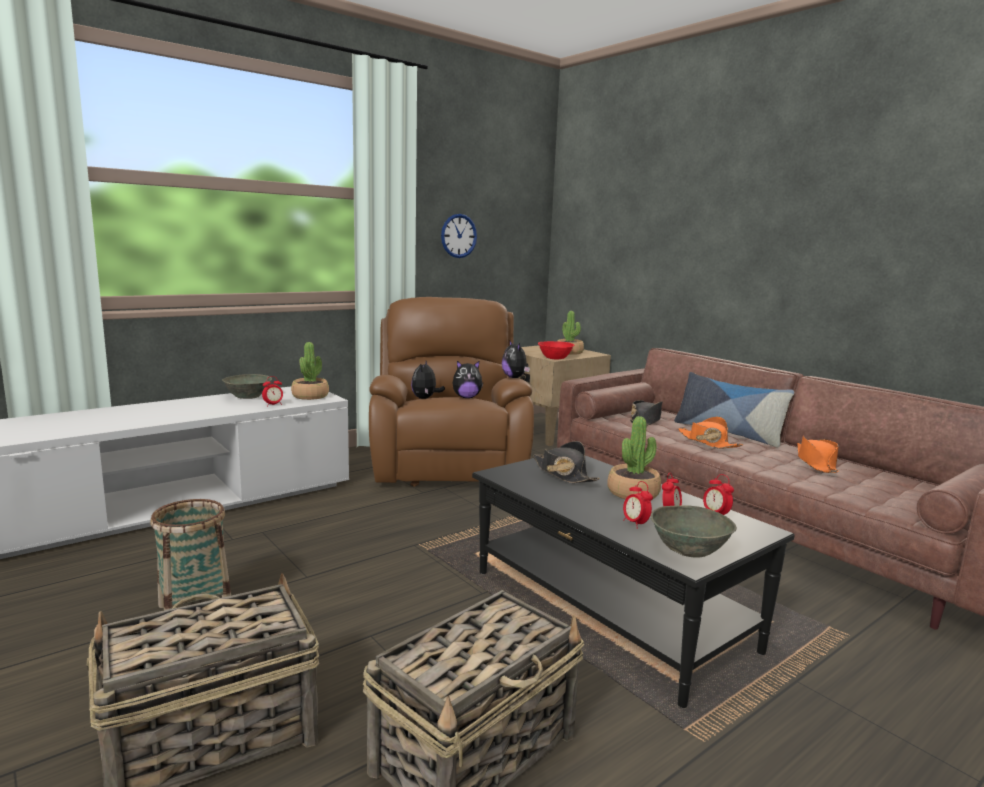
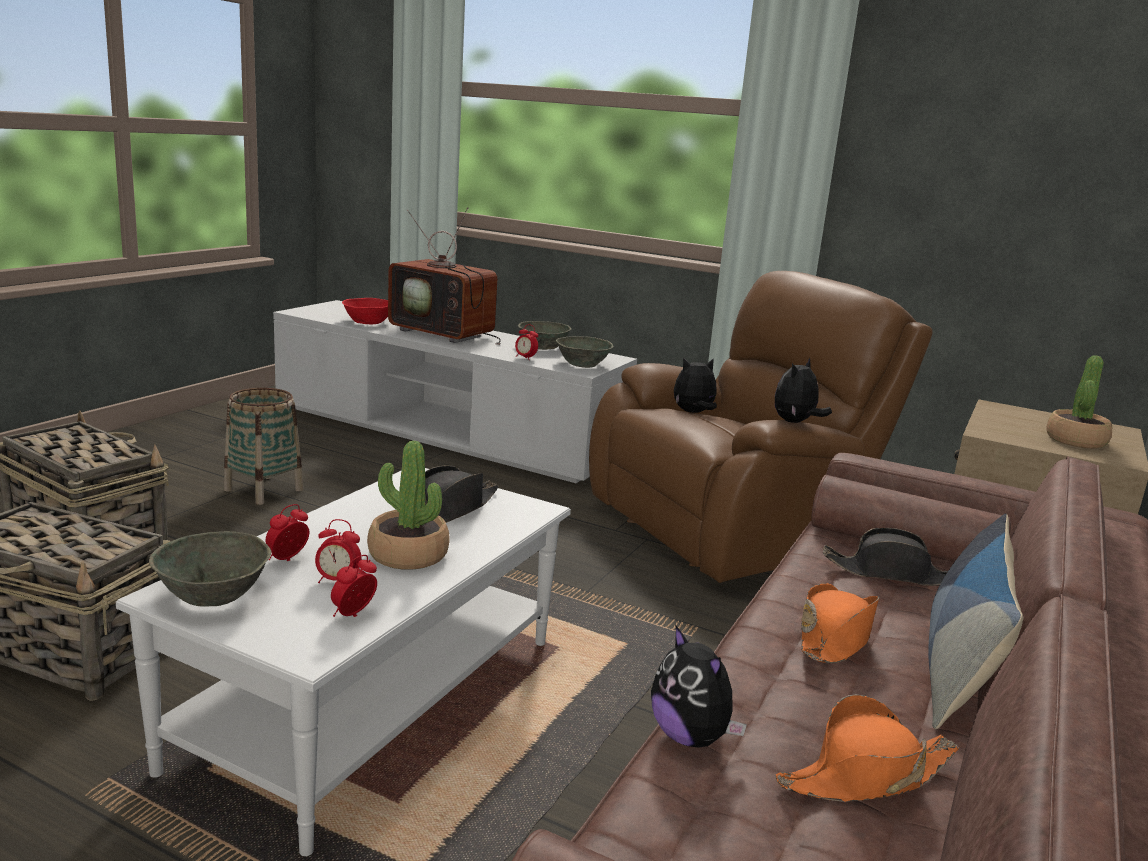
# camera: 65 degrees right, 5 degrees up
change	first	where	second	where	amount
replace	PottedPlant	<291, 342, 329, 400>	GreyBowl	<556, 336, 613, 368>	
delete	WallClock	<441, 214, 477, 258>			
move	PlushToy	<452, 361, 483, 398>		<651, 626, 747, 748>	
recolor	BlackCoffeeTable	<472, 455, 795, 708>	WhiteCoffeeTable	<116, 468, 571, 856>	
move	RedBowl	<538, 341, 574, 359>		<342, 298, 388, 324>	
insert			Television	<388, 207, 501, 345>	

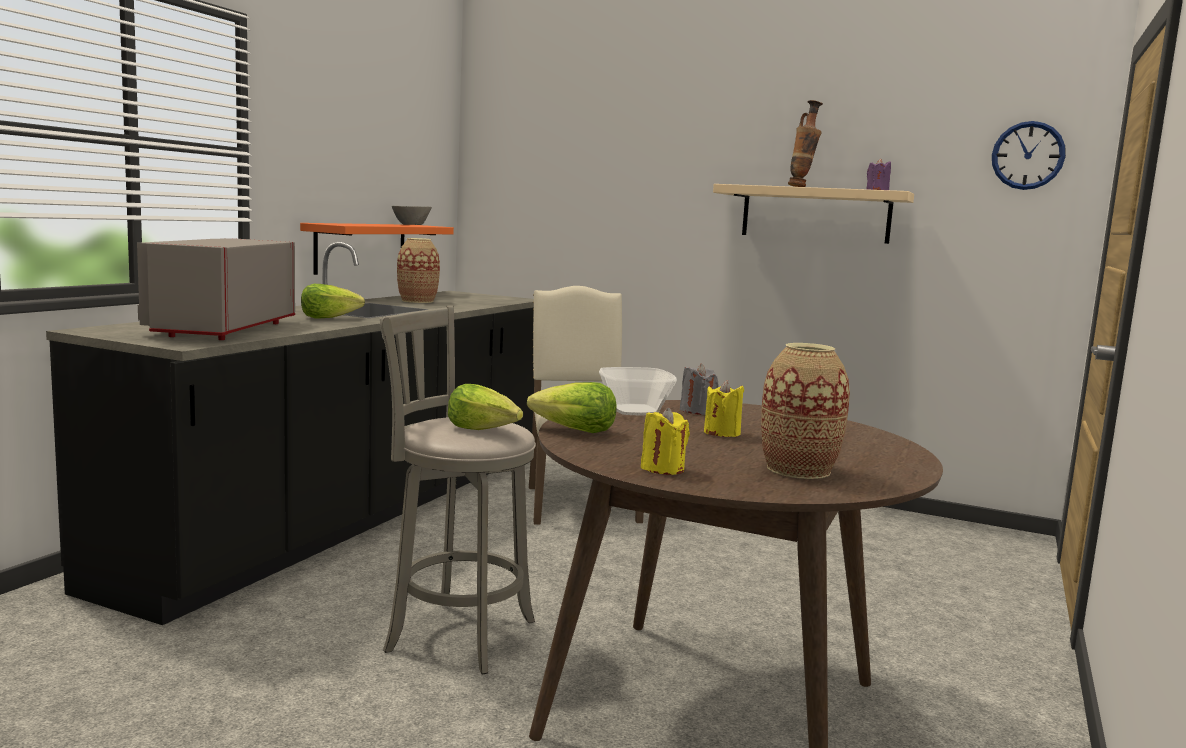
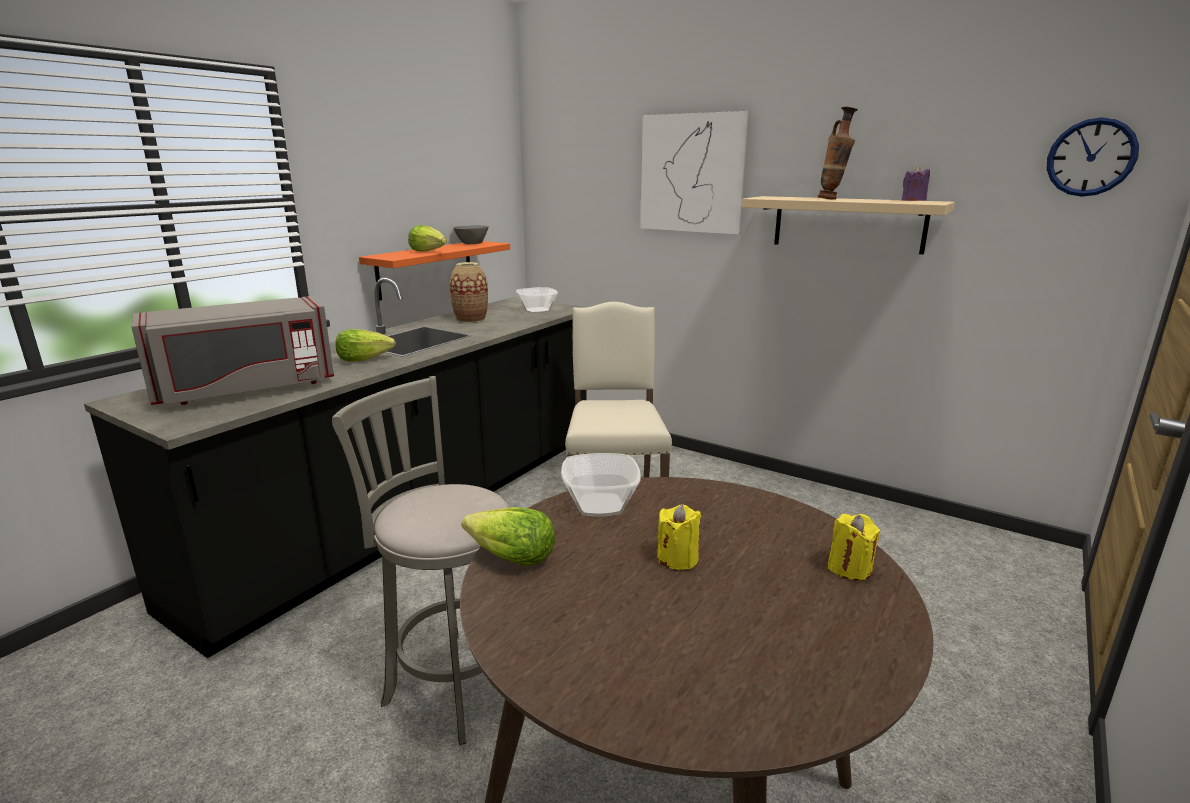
# camera: 10 degrees right, 10 degrees up
change	first	where	second	where	amount
rotate	GreyMicrowave	<137, 238, 295, 340>		<131, 296, 334, 405>	135 degrees counterclockwise
move	Lettuce	<448, 384, 523, 430>		<408, 225, 447, 252>	
move	YellowCandle	<641, 407, 690, 475>		<828, 514, 880, 581>	
delete	GreyCandle	<680, 363, 718, 415>			
delete	Vase	<761, 343, 850, 479>			
insert			Bowl	<516, 287, 558, 313>	
insert			Picture	<640, 111, 751, 235>	

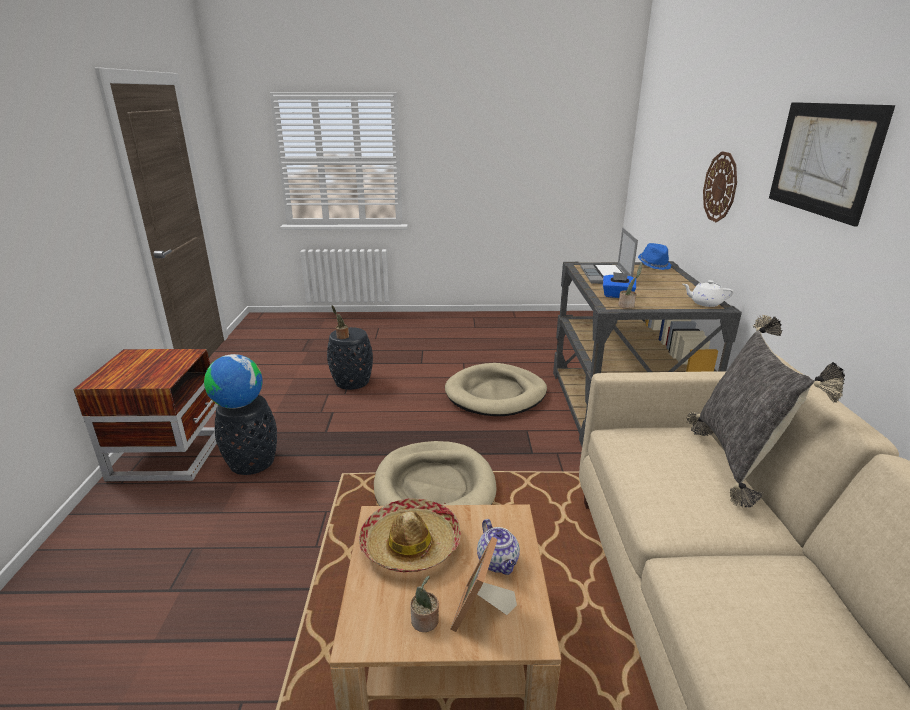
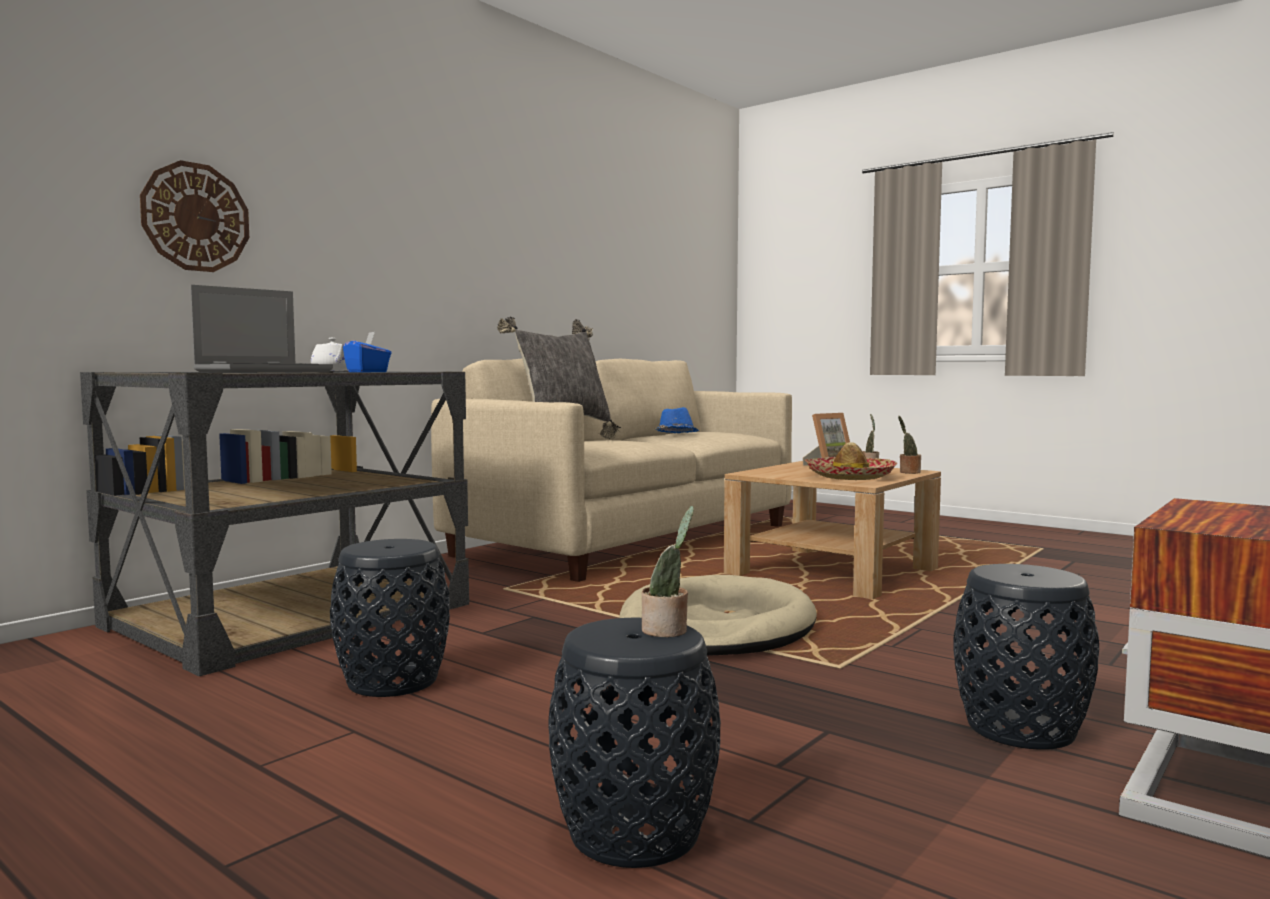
# camera: 140 degrees left, 20 degrees down
change	first	where	second	where	amount
delete	Globe	<204, 354, 262, 409>			
replace	BeigeDogBed	<445, 363, 547, 416>	BlackStool	<330, 539, 450, 697>	
delete	Teapot	<477, 519, 520, 575>			
move	PottedPlant	<618, 263, 642, 309>		<898, 416, 921, 474>	
move	BlueHat	<638, 243, 672, 270>		<655, 407, 698, 433>	
delete	Picture	<769, 102, 895, 227>			

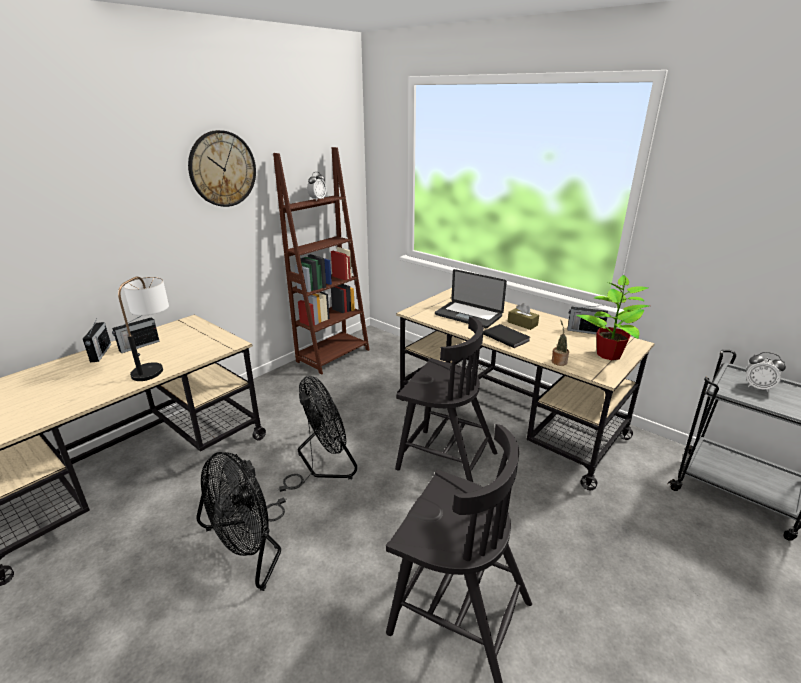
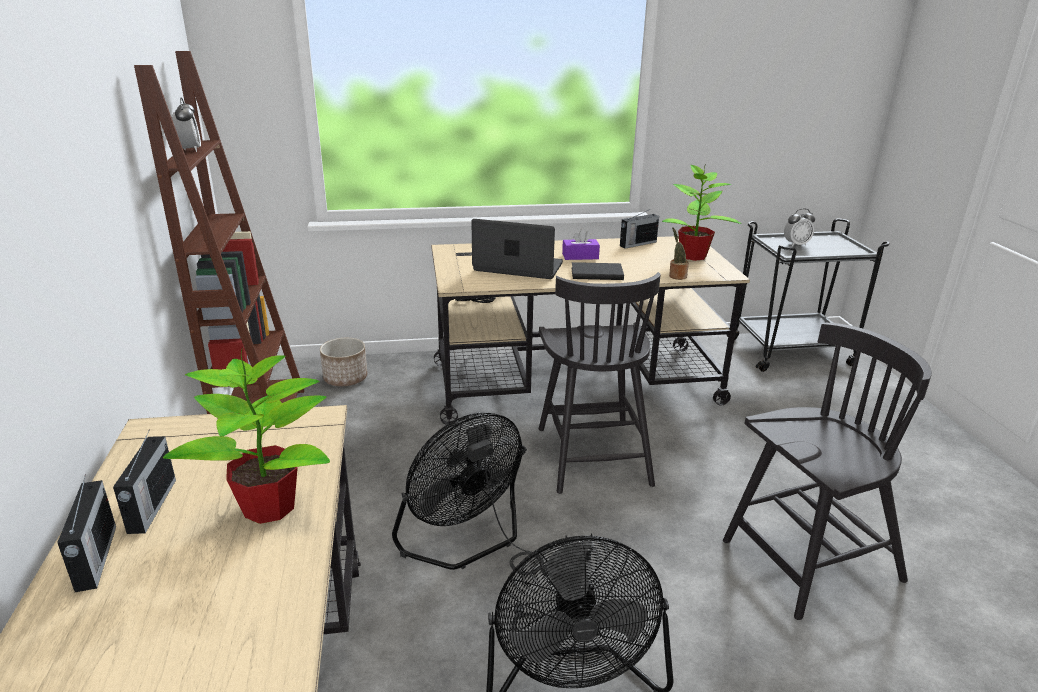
# camera: 50 degrees left, 0 degrees up
change	first	where	second	where	amount
rotate	Radio	<83, 321, 111, 362>		<57, 474, 116, 592>	45 degrees clockwise
replace	TableLamp	<118, 277, 169, 381>	PottedPlant	<163, 347, 330, 524>	
delete	WallClock	<188, 130, 256, 207>			
rotate	BlackFan	<279, 376, 357, 492>		<392, 412, 548, 576>	45 degrees counterclockwise
rotate	BlackChair	<395, 317, 498, 482>		<539, 272, 661, 494>	105 degrees clockwise
rotate	Laptop	<435, 269, 507, 328>		<471, 219, 563, 279>	150 degrees counterclockwise
recolor	BrownTissueBox	<508, 303, 539, 330>	PurpleTissueBox	<562, 229, 600, 260>	
insert			Planter	<320, 338, 367, 386>	

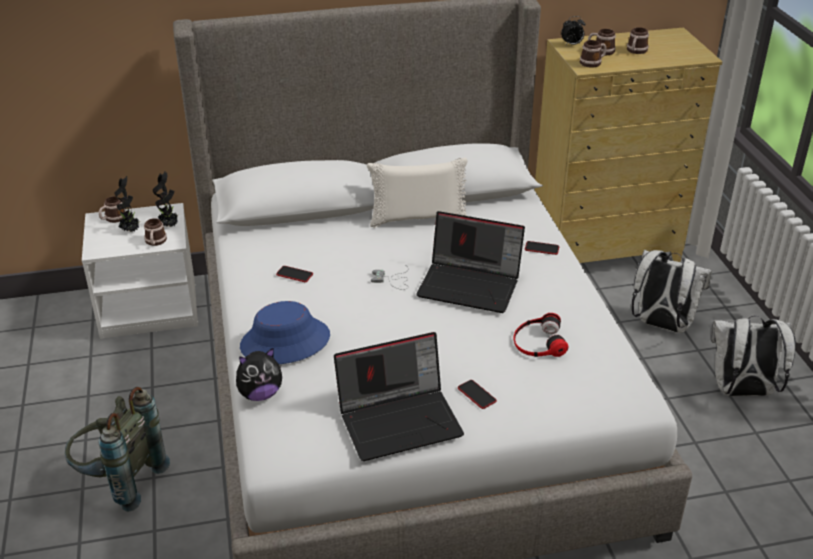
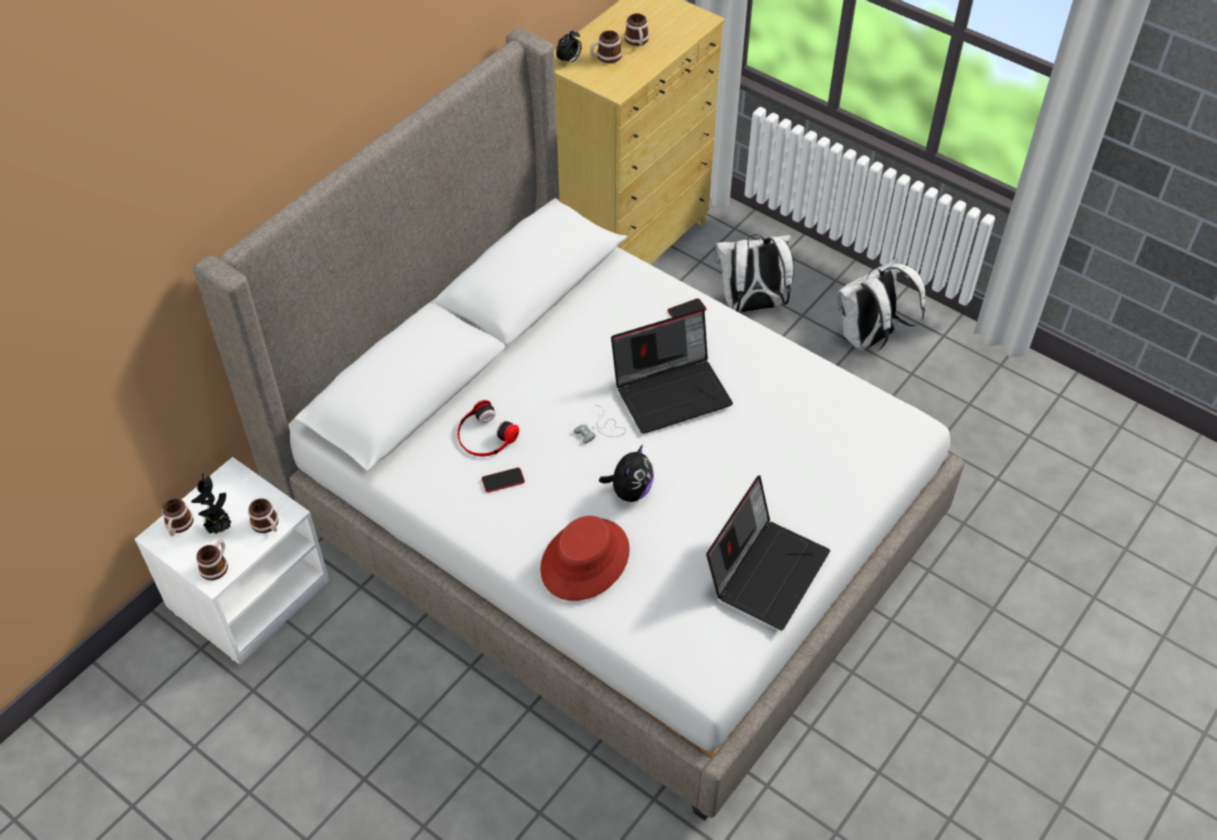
# camera: 40 degrees left, 15 degrees up
change	first	where	second	where	amount
delete	GreyBackpack	<65, 387, 170, 512>			
delete	PottedPlant	<153, 171, 177, 227>			
move	PlushToy	<236, 347, 282, 401>		<599, 444, 654, 502>	
recolor	BlueHat	<240, 301, 330, 364>	RedHat	<540, 516, 630, 601>	
delete	WhitePillow	<367, 157, 467, 228>			
delete	Phone	<458, 380, 497, 409>			
move	Headphones	<513, 313, 568, 357>		<457, 400, 519, 456>	
move	Mug	<580, 40, 607, 68>		<196, 540, 228, 580>	

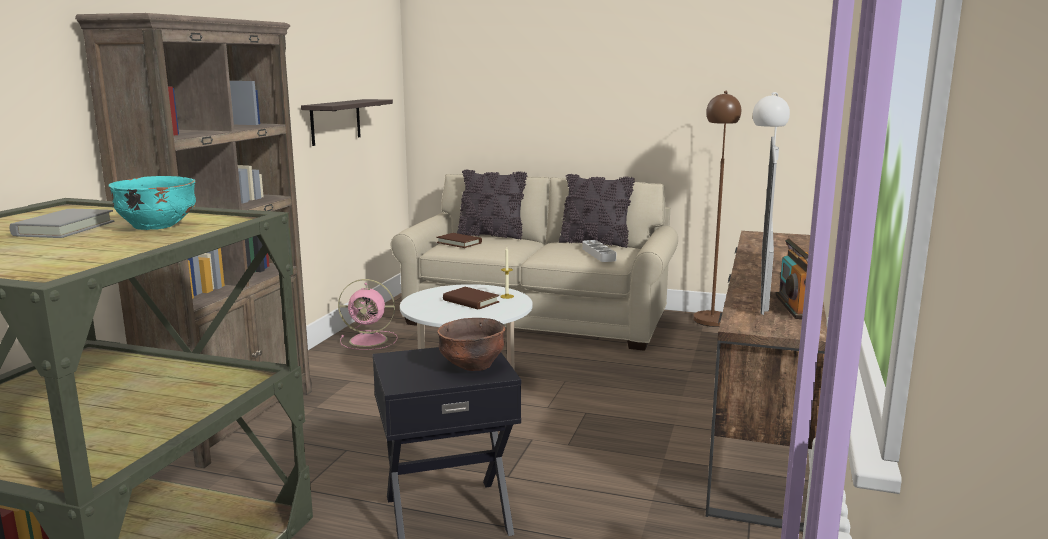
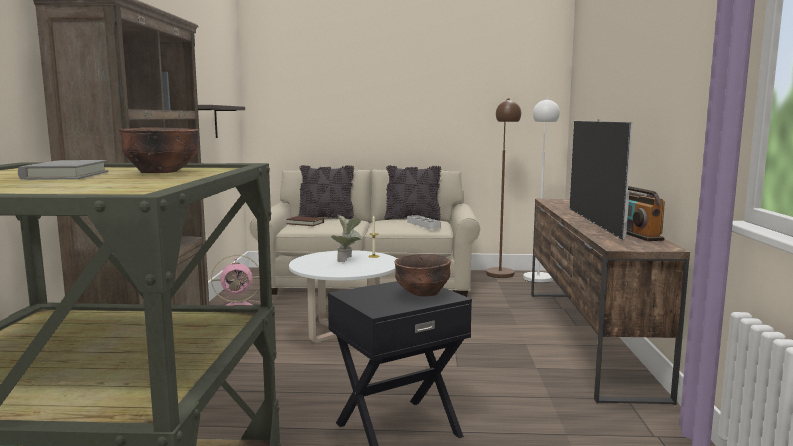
# camera: 15 degrees left, 5 degrees down
change	first	where	second	where	amount
recolor	TurquoiseBowl	<108, 176, 196, 230>	BrownBowl	<119, 127, 199, 173>	
replace	BrownBook	<443, 287, 499, 309>	PottedPlant	<331, 215, 362, 262>	

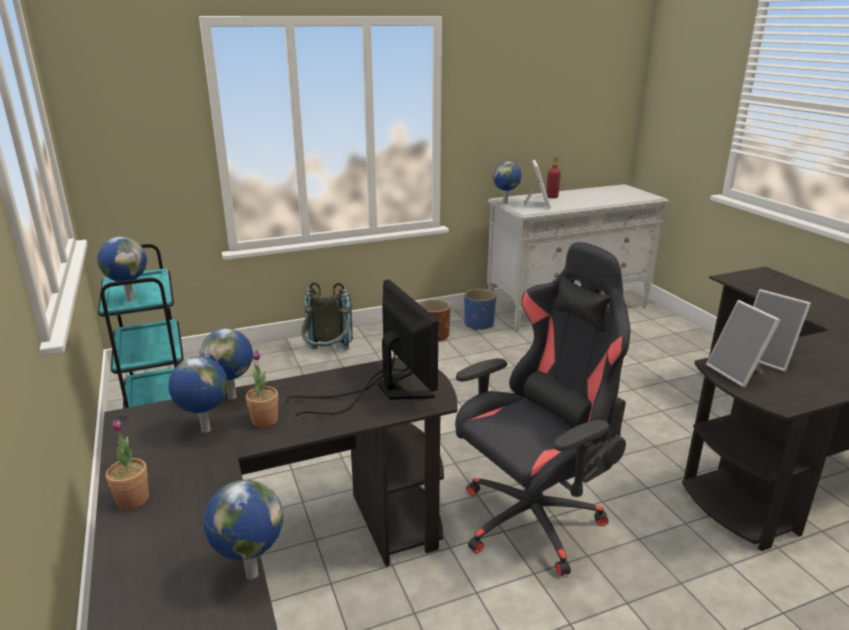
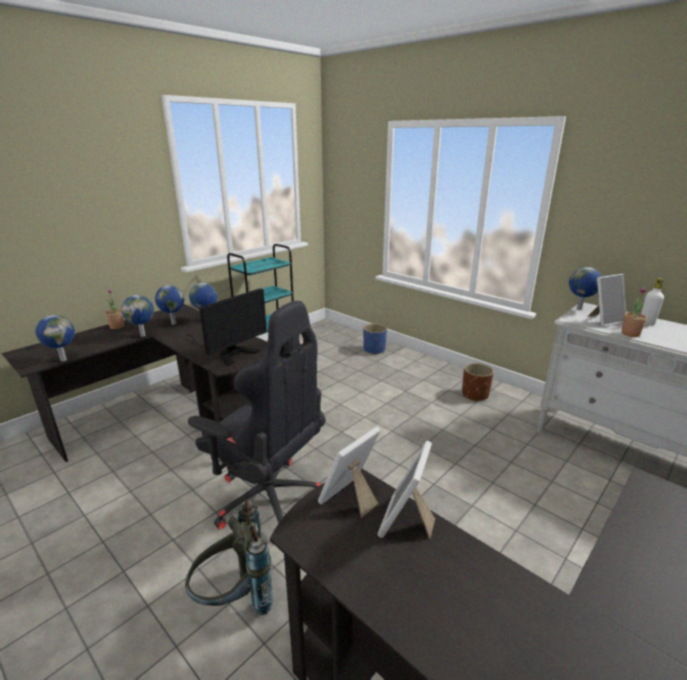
# camera: 65 degrees right, 0 degrees up
change	first	where	second	where	amount
move	Globe	<97, 237, 147, 301>		<122, 295, 154, 337>	
move	PottedPlant	<246, 350, 278, 428>		<622, 287, 647, 337>	
move	GreyBackpack	<301, 282, 353, 350>		<185, 499, 273, 616>	
move	BluePlanter	<464, 289, 496, 330>		<363, 324, 387, 355>	
recolor	RedBottle	<547, 157, 561, 198>	WhiteBottle	<641, 278, 664, 325>	

